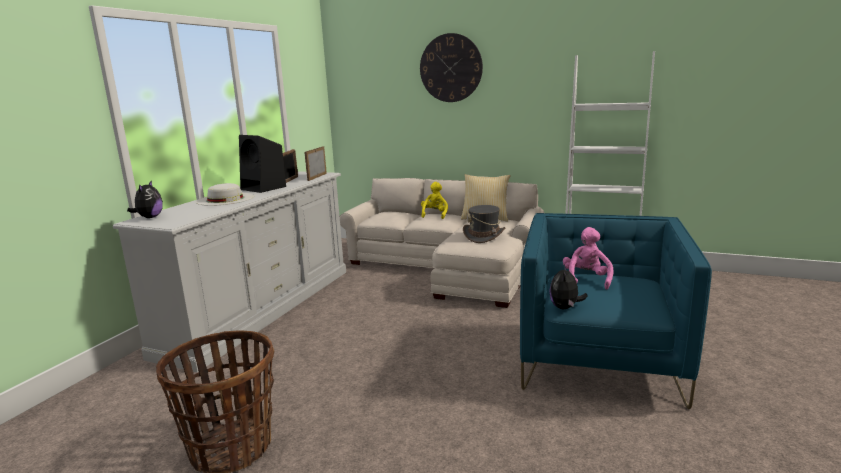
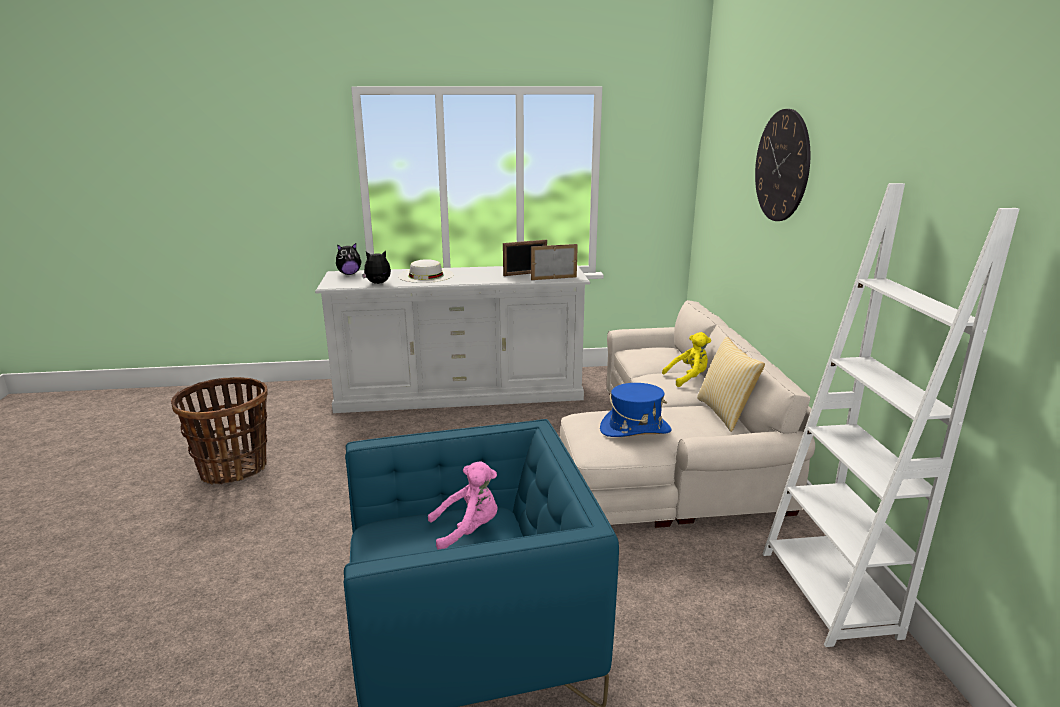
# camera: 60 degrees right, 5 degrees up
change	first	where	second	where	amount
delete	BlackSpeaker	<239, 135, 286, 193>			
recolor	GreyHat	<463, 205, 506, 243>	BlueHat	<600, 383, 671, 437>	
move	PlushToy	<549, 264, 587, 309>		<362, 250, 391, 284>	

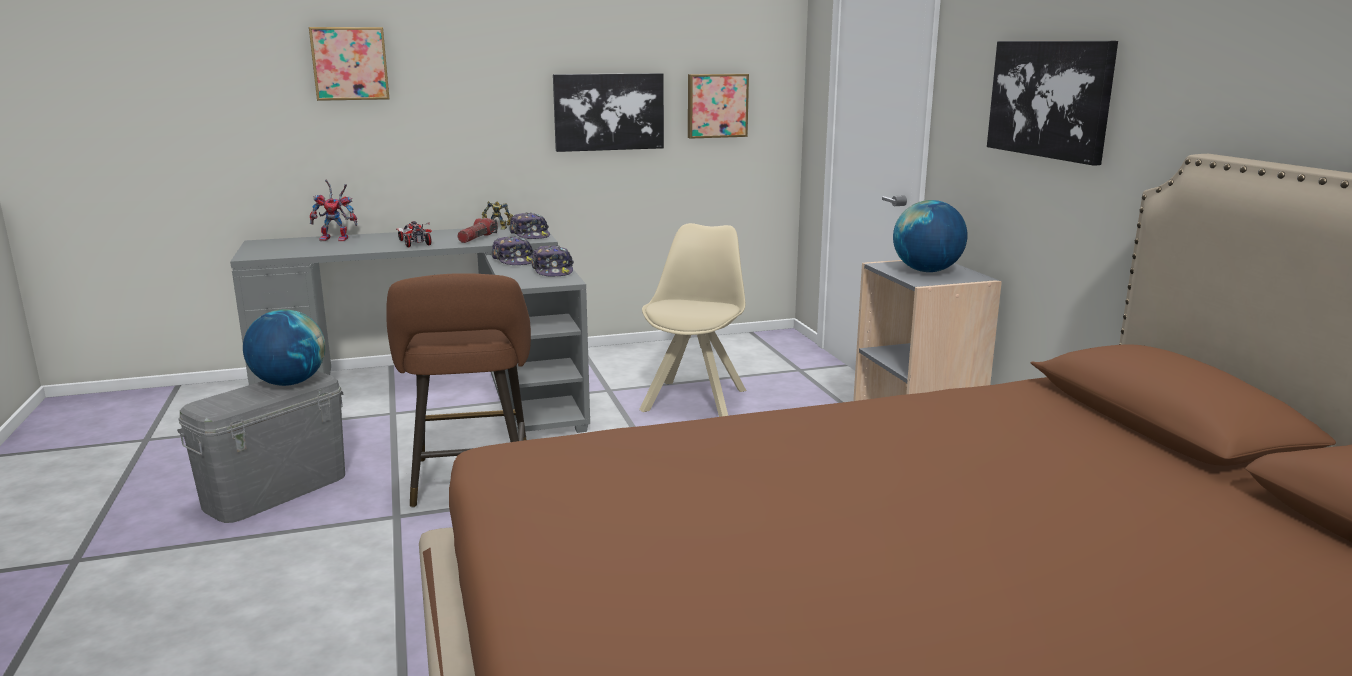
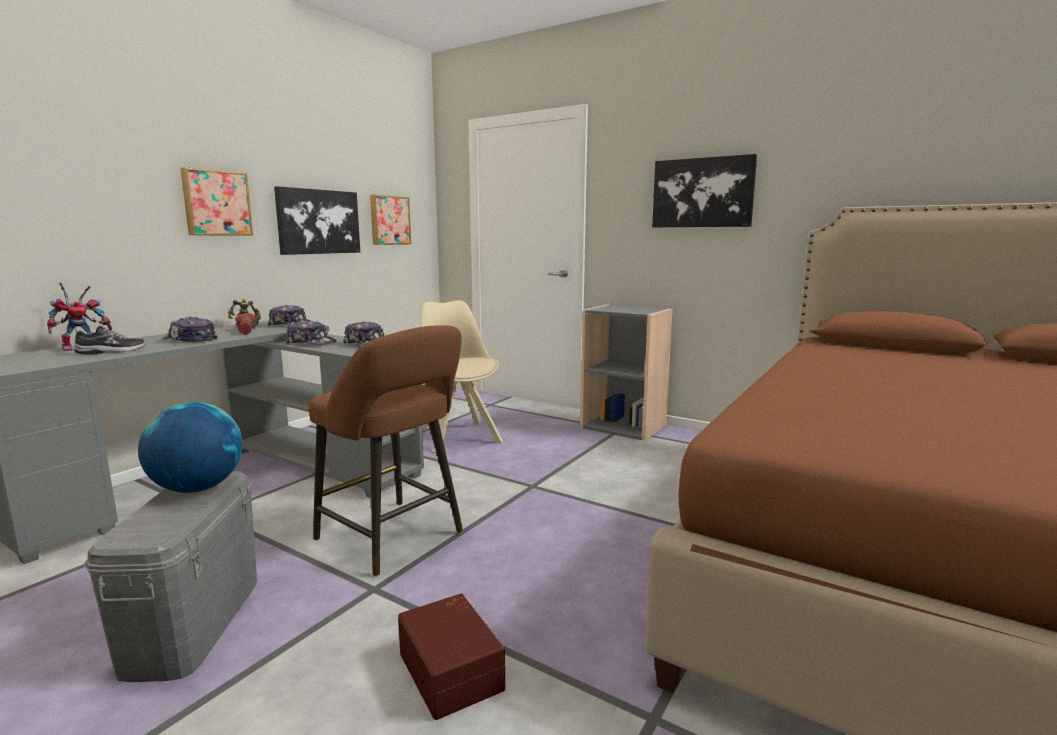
# camera: 40 degrees left, 5 degrees down
change	first	where	second	where	amount
move	Picture	<309, 27, 390, 101>		<180, 167, 253, 235>	
replace	ToyCar	<396, 221, 432, 247>	Cap	<163, 317, 218, 342>	
delete	Globe	<893, 200, 968, 272>			
insert			Shoe	<74, 326, 146, 354>	
insert			BrownStorageBox	<398, 593, 505, 720>	

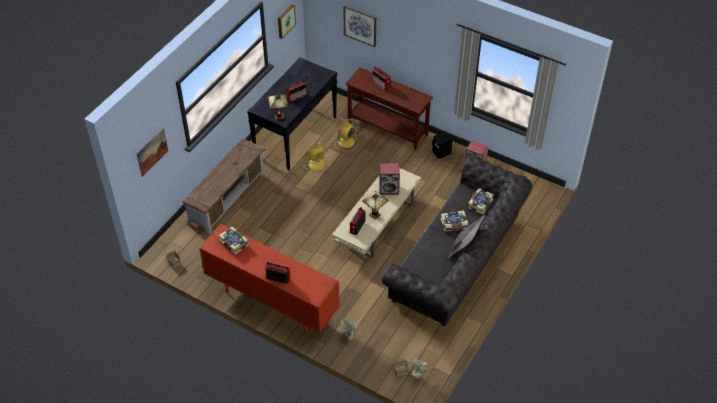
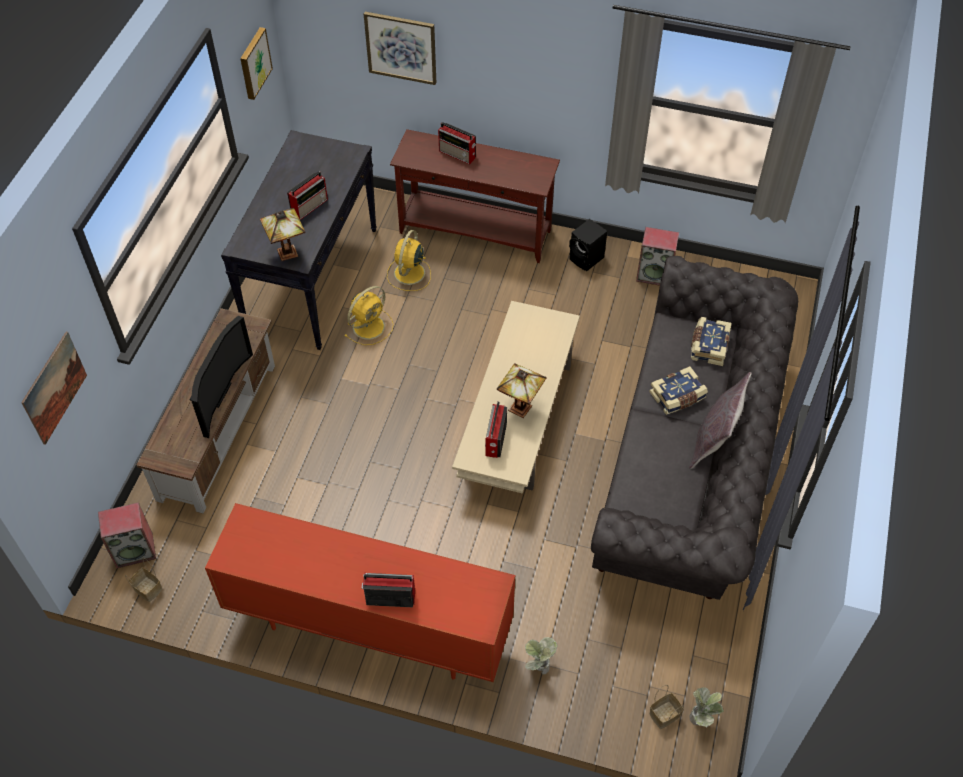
# camera: 15 degrees left, 5 degrees up
change	first	where	second	where	amount
delete	Book	<219, 226, 249, 255>			
move	Speaker	<379, 163, 400, 195>		<98, 502, 156, 568>	
insert			Television	<189, 316, 253, 438>	

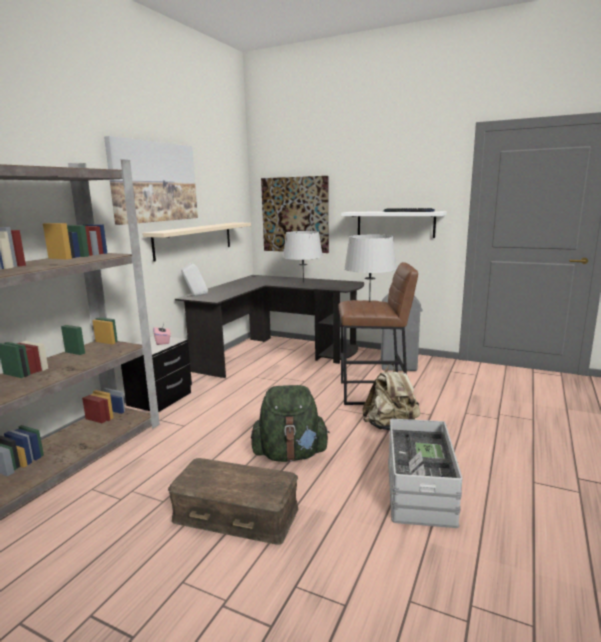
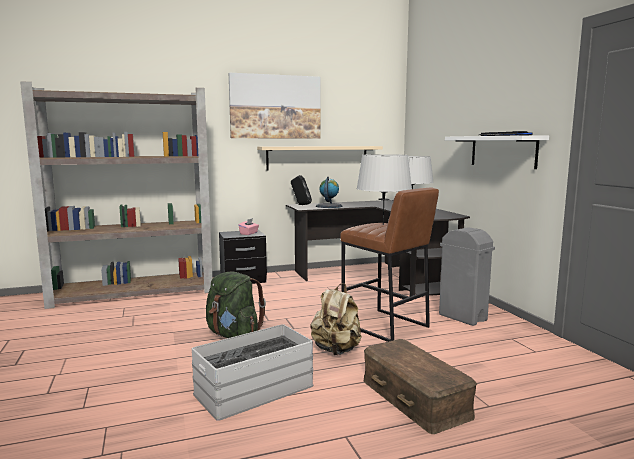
# camera: 45 degrees right, 5 degrees down
change	first	where	second	where	amount
move	BrownStorageBox	<168, 458, 298, 545>		<364, 339, 477, 434>	
recolor	WhiteSpeaker	<181, 263, 208, 296>	BlackSpeaker	<291, 175, 312, 205>	
delete	Picture	<261, 176, 329, 253>			
insert			Globe	<316, 177, 343, 208>	

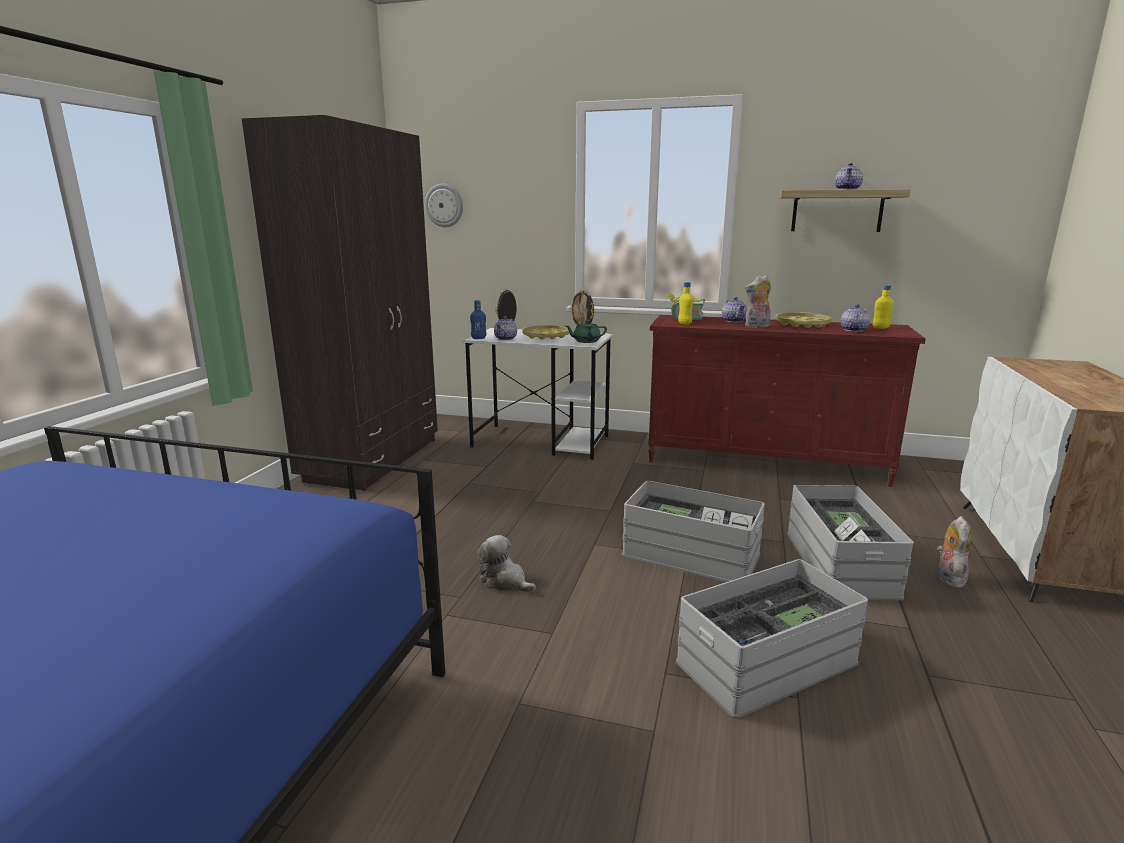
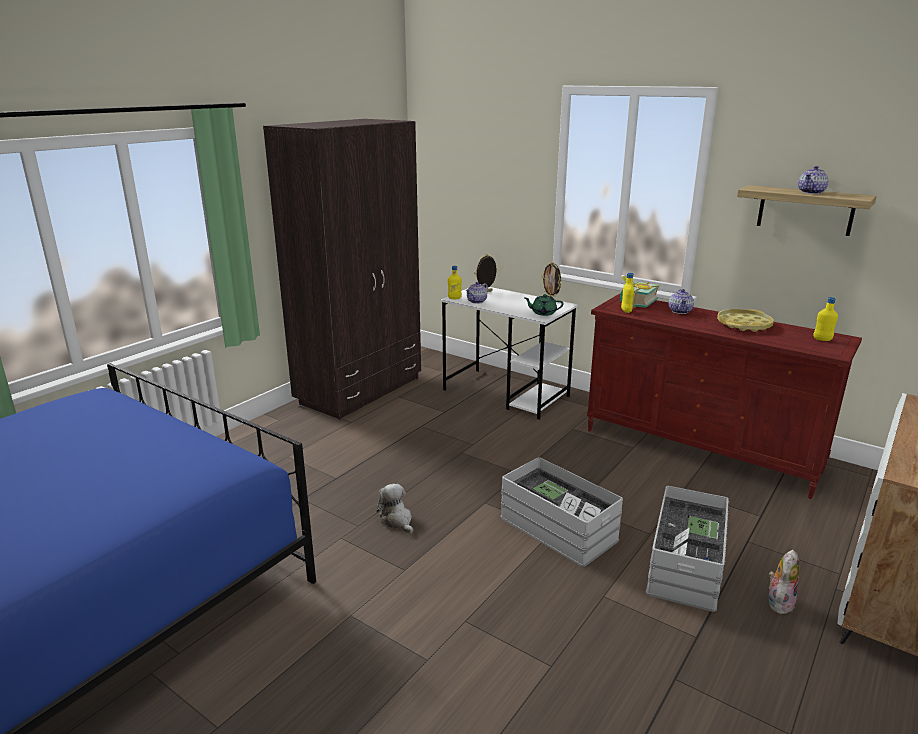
# camera: 20 degrees right, 5 degrees up
change	first	where	second	where	amount
delete	WallClock	<425, 184, 463, 227>			
recolor	BlueBottle	<470, 300, 486, 339>	YellowBottle	<448, 266, 462, 299>	
delete	YellowTray	<523, 325, 569, 340>			
delete	GreyStorageBox	<676, 559, 868, 718>			
delete	PlushToy	<745, 275, 771, 328>			
delete	Teapot	<841, 304, 870, 332>			

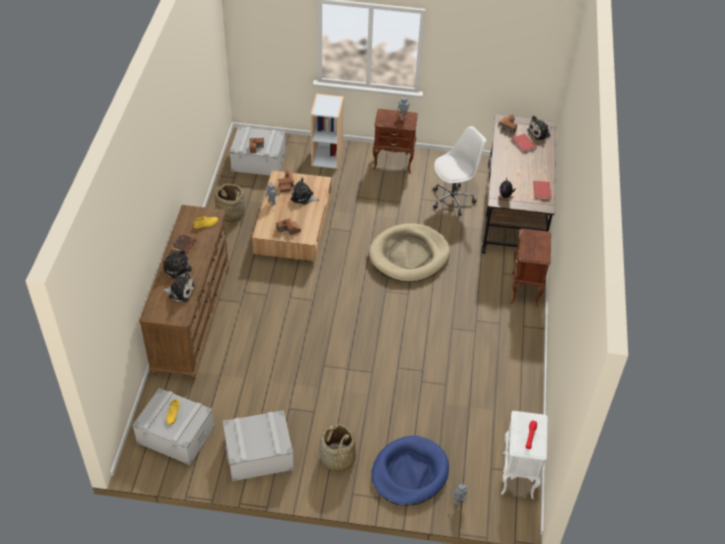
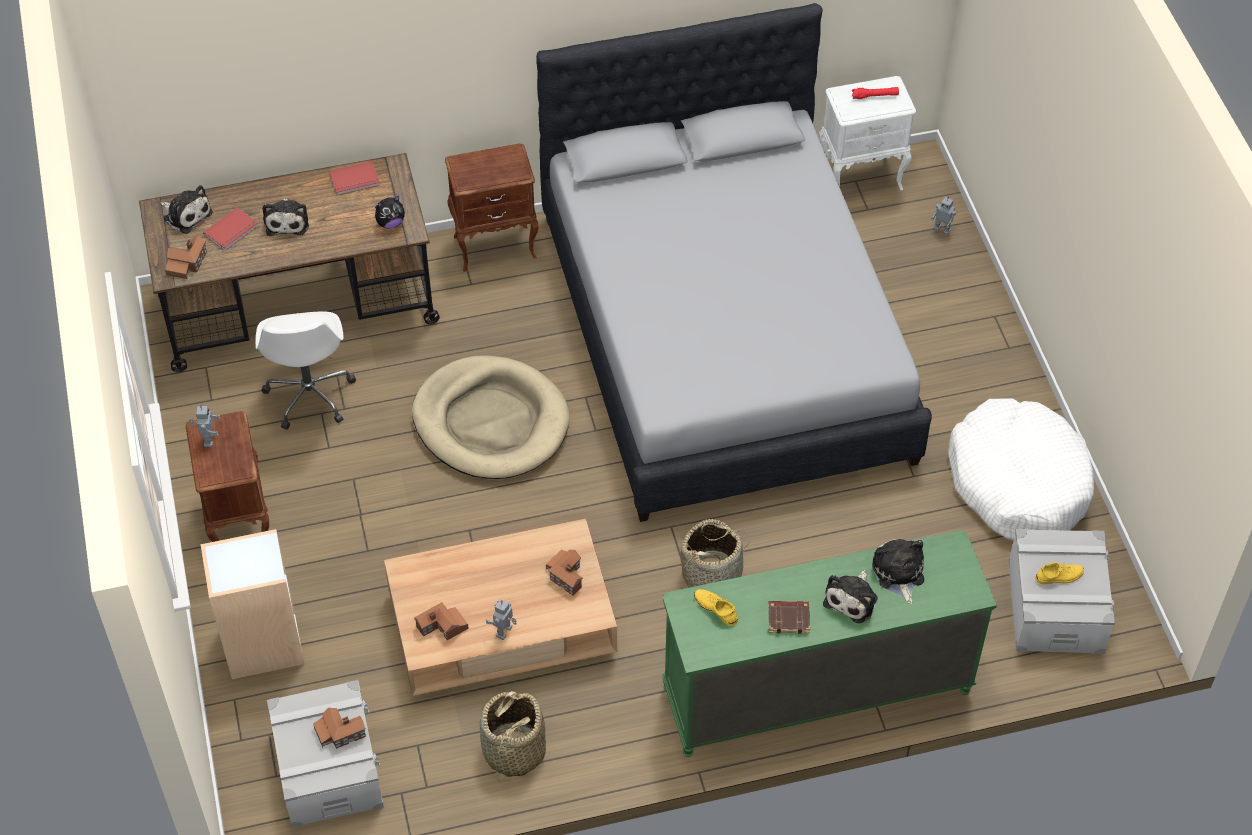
# camera: 110 degrees left, 5 degrees up
change	first	where	second	where	amount
recolor	BrownDresser	<139, 205, 230, 381>	GreenDresser	<662, 531, 997, 757>	
replace	GreyStorageBox	<223, 410, 294, 481>	WhiteDogBed	<948, 398, 1094, 541>	
move	PlushToy	<291, 178, 319, 205>		<263, 198, 309, 236>	
move	Basket	<319, 424, 356, 474>		<681, 519, 750, 589>	
delete	BlueDogBed	<371, 436, 449, 506>			
rotate	WhiteOfficeChair	<433, 126, 486, 216>		<255, 311, 356, 430>	135 degrees counterclockwise
insert			GreyBed	<536, 3, 932, 522>	

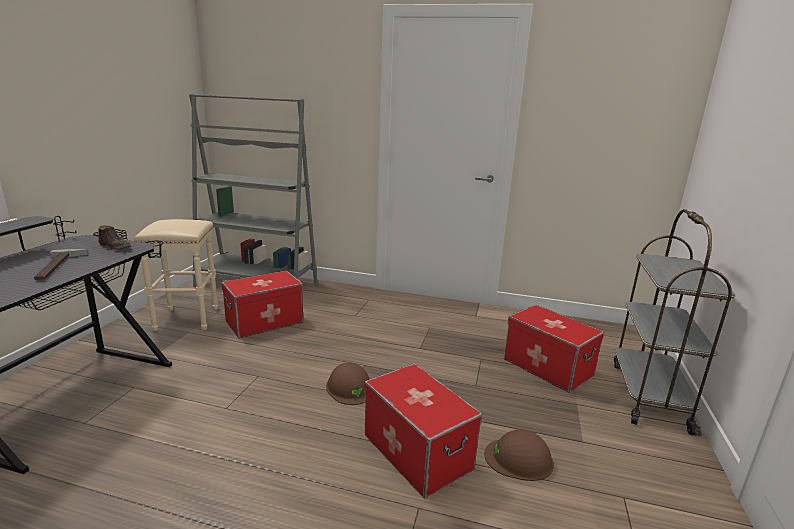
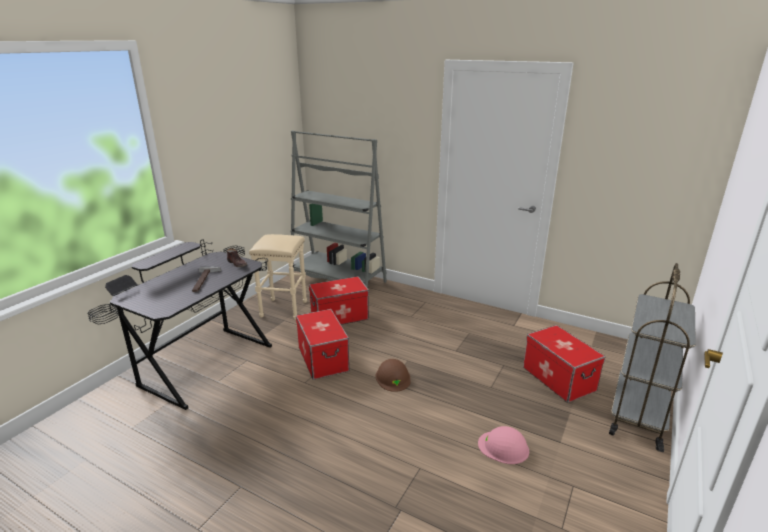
# camera: 15 degrees right, 5 degrees up
change	first	where	second	where	amount
move	StorageBox	<365, 363, 482, 498>		<296, 309, 350, 380>	
recolor	BrownHardHat	<484, 429, 554, 481>	PinkHardHat	<478, 426, 529, 464>	

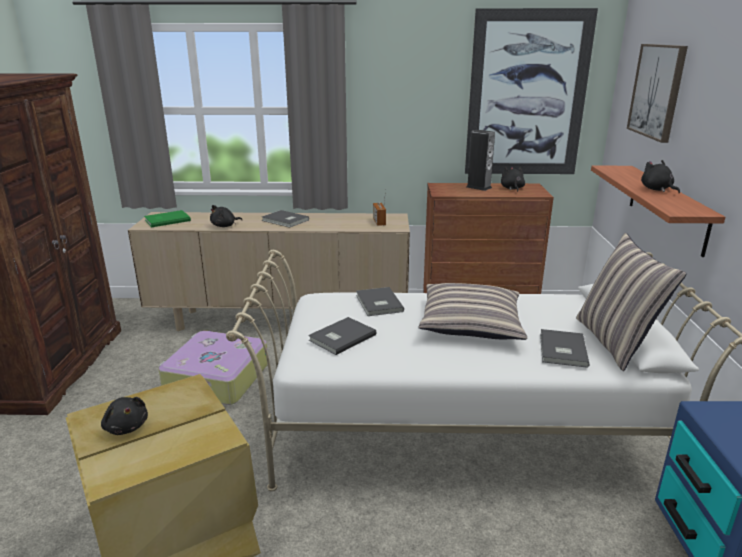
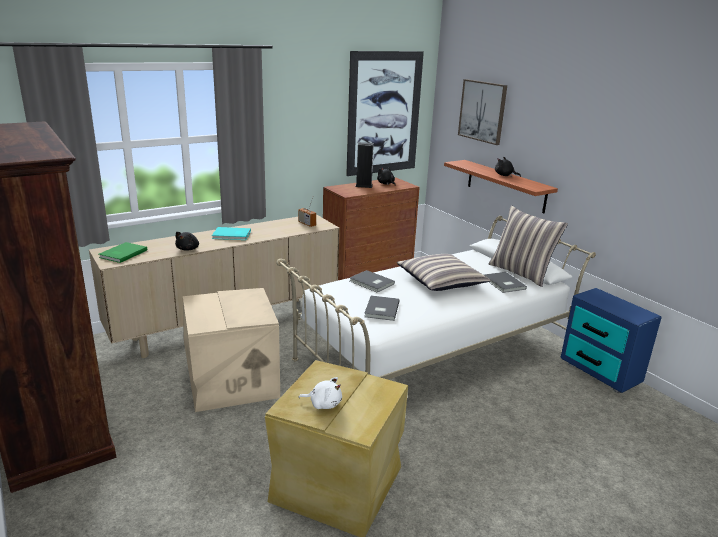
# camera: 35 degrees left, 0 degrees up
change	first	where	second	where	amount
recolor	BlackPlushToy	<101, 397, 148, 435>	WhitePlushToy	<299, 377, 342, 409>	
replace	Suitcase	<159, 331, 268, 405>	BeigeStorageBox	<183, 288, 280, 412>	
recolor	GreyBook	<262, 210, 309, 227>	TurquoiseBook	<212, 227, 251, 240>	

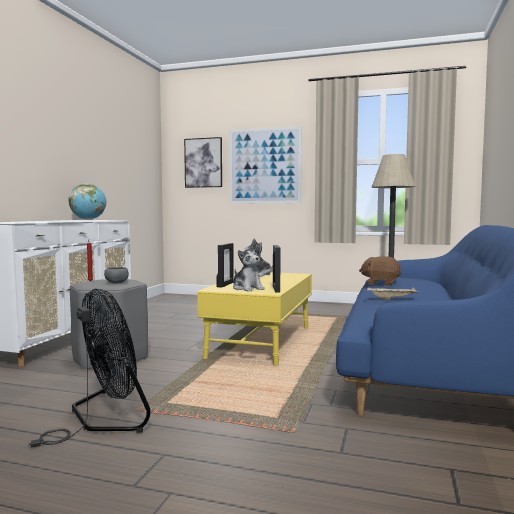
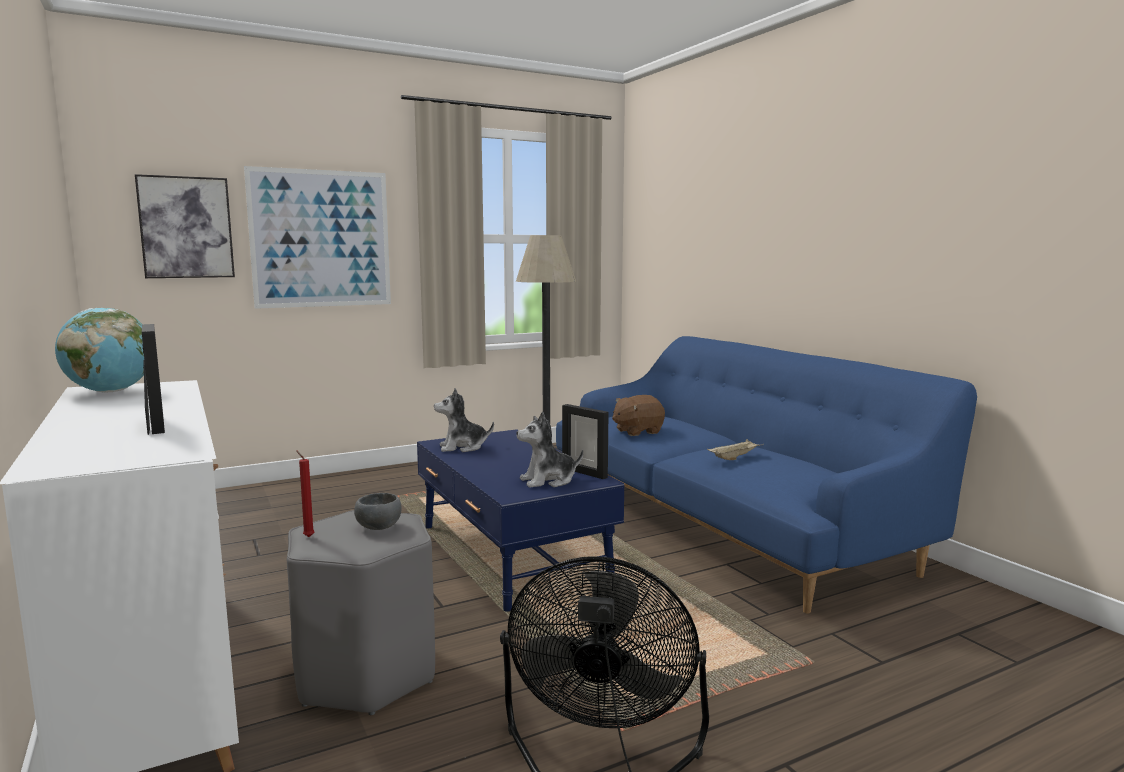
# camera: 45 degrees left, 5 degrees up
change	first	where	second	where	amount
recolor	YellowCoffeeTable	<197, 272, 312, 366>	BlueCoffeeTable	<417, 429, 625, 612>	
move	PictureFrame	<217, 243, 234, 287>		<142, 324, 165, 435>	
rotate	PlushToy	<233, 244, 265, 292>		<516, 412, 583, 488>	150 degrees clockwise

